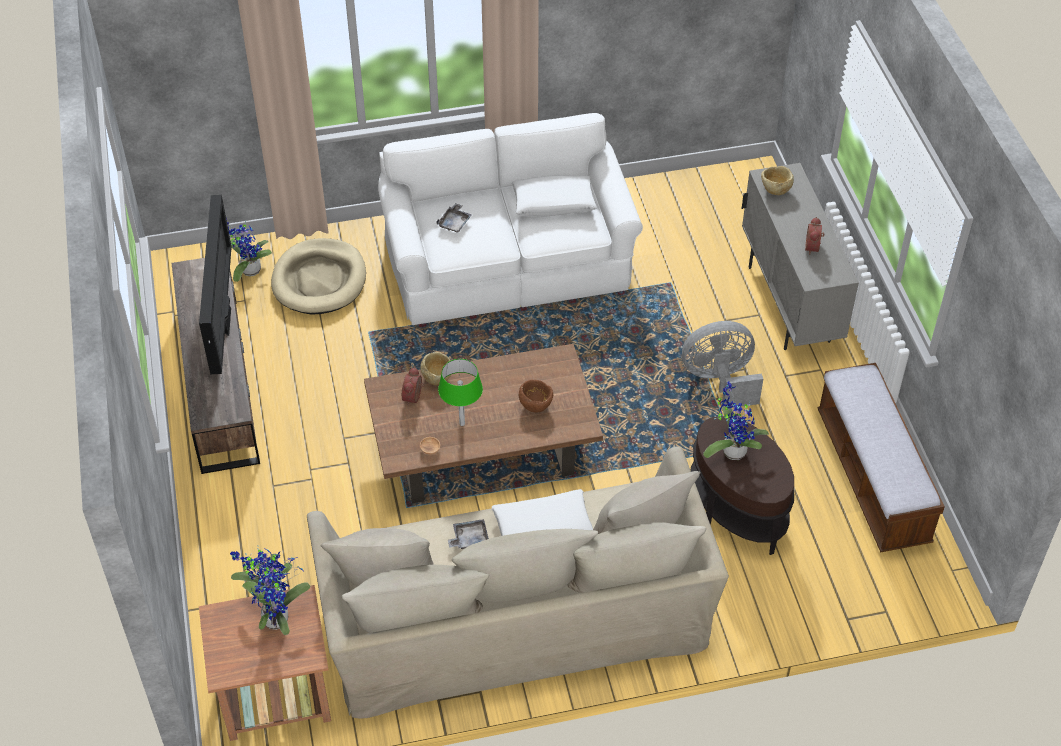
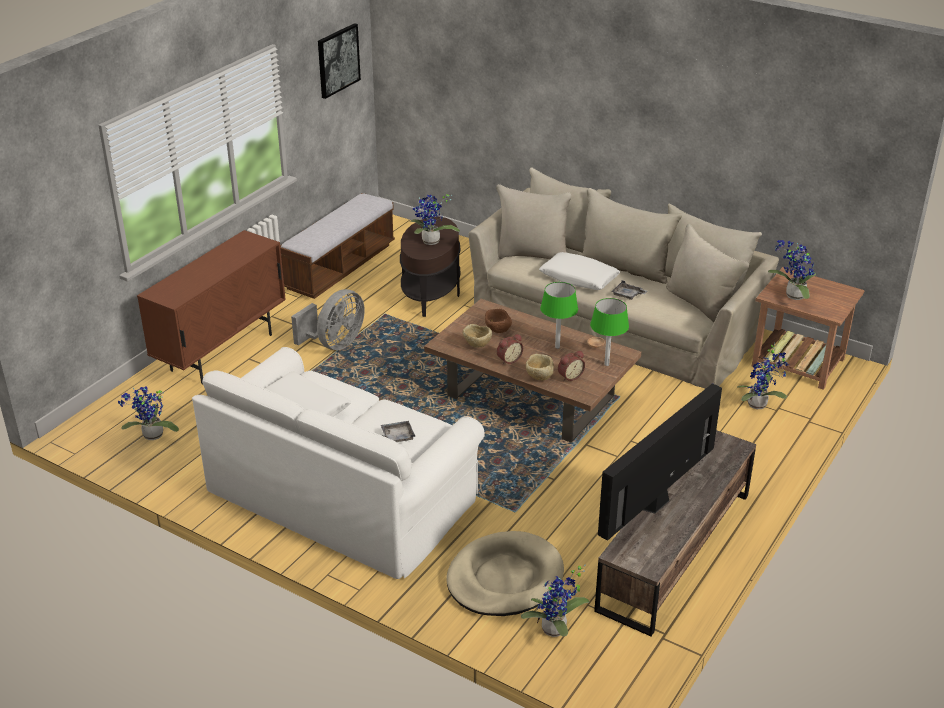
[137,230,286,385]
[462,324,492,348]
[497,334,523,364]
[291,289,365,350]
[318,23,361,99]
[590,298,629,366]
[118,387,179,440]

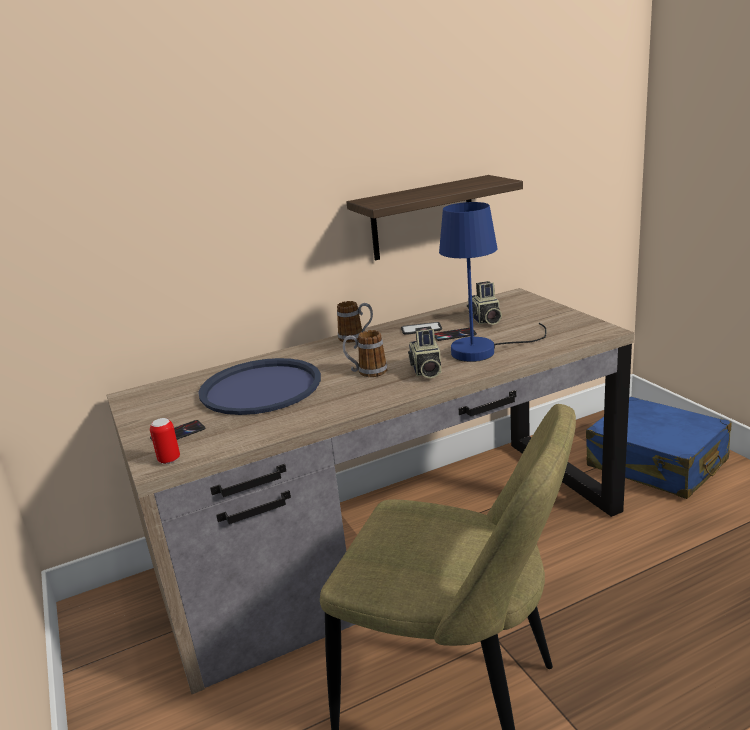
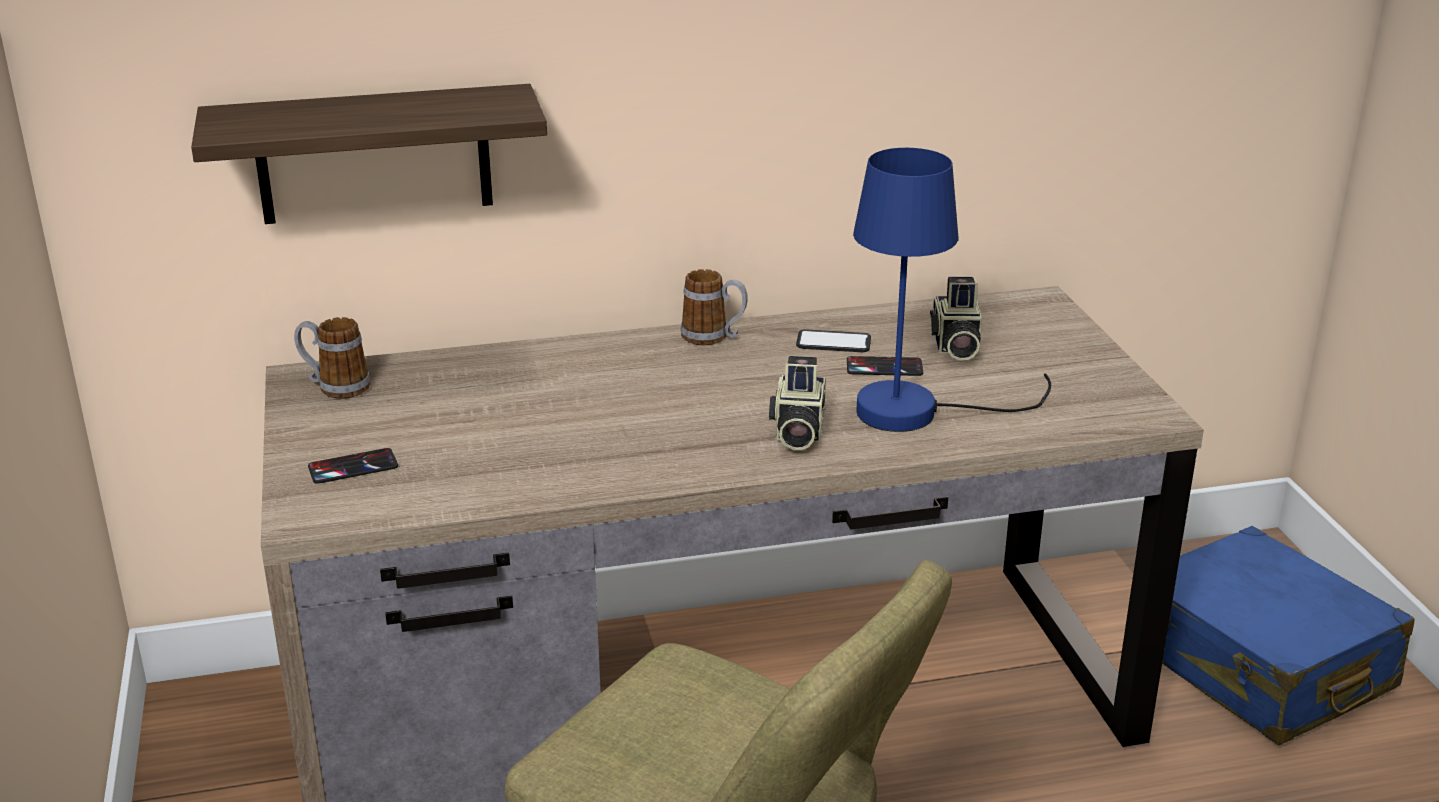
[191,84,547,224]
[294,317,370,399]
[198,358,321,415] (first image)
[150,418,180,464] (first image)

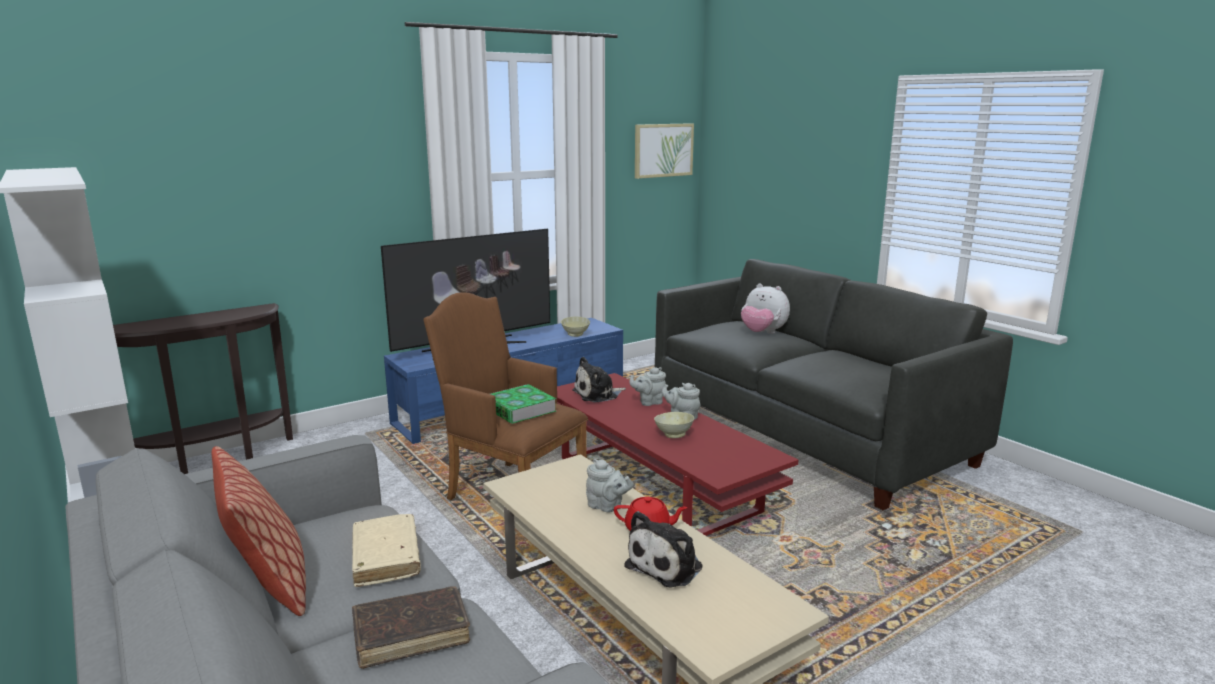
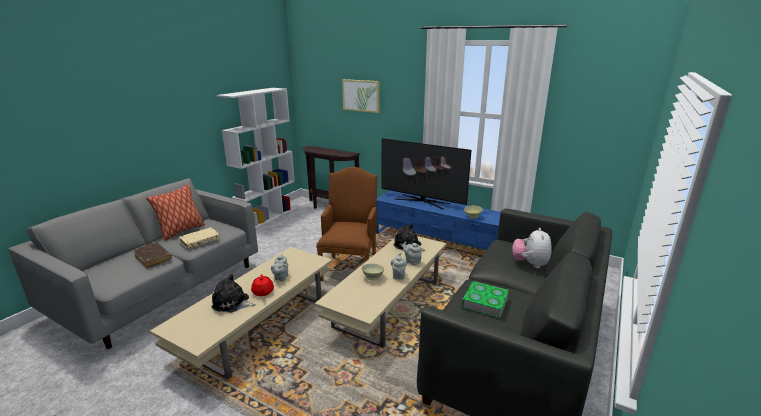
[342,79,380,113]
[315,236,446,348]
[462,281,509,318]

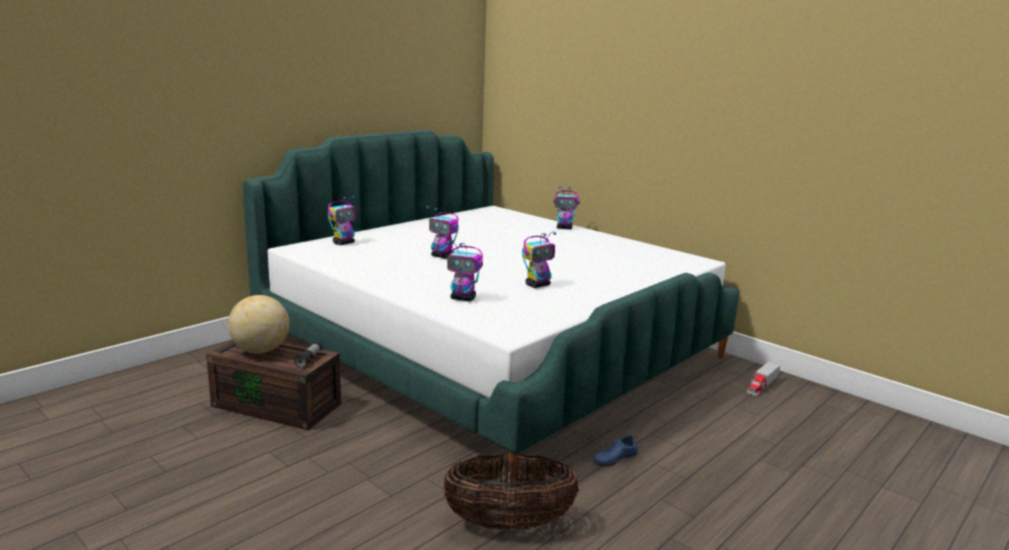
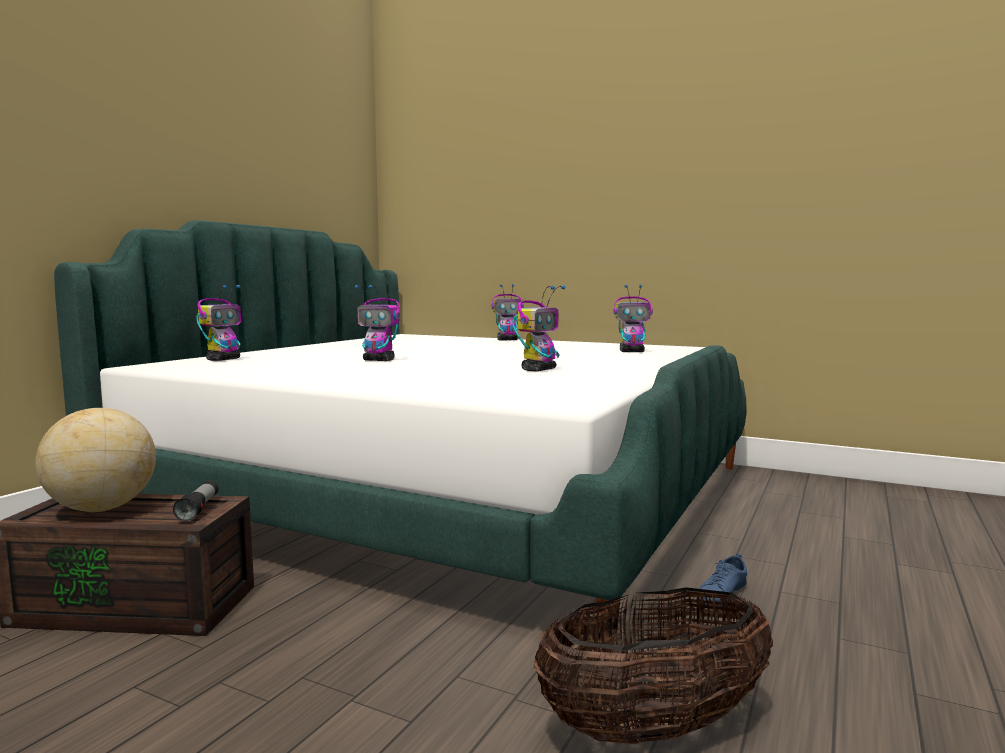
[613,285,653,352]
[747,362,780,396] (first image)

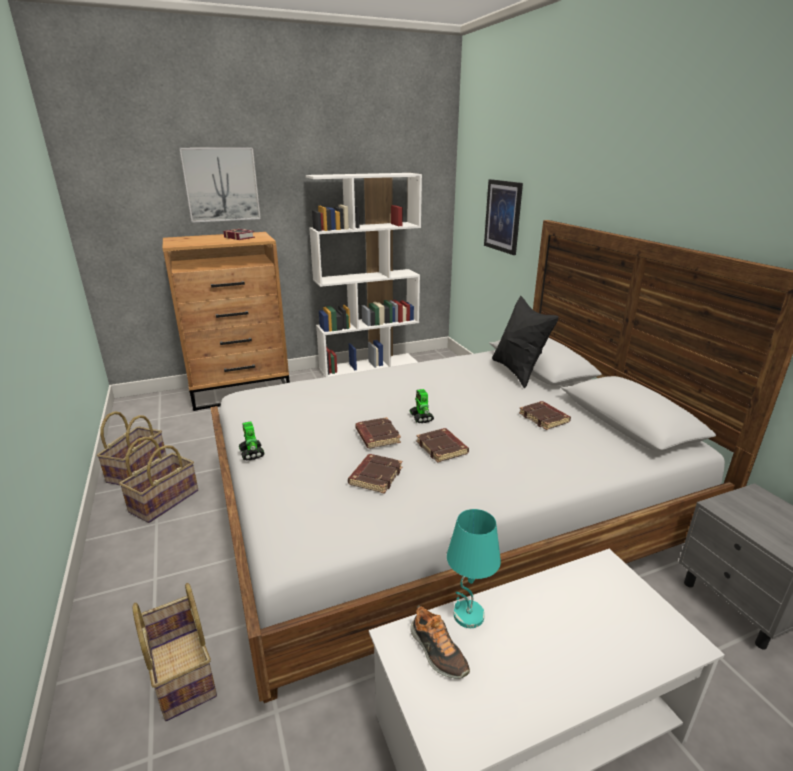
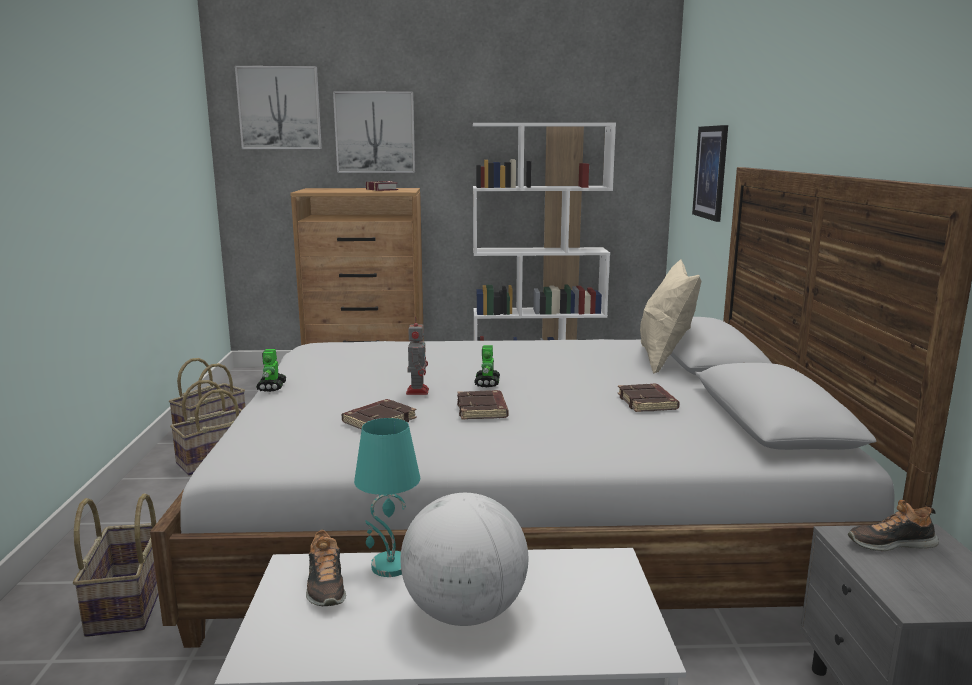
[640,259,702,374]
[406,316,429,395]
[235,66,322,149]
[400,493,528,626]
[848,500,939,551]

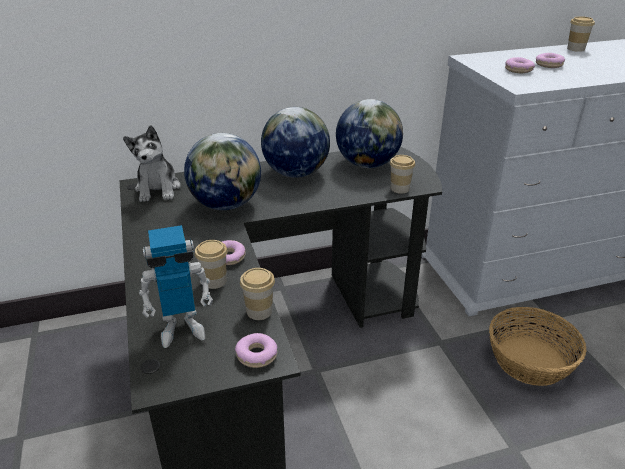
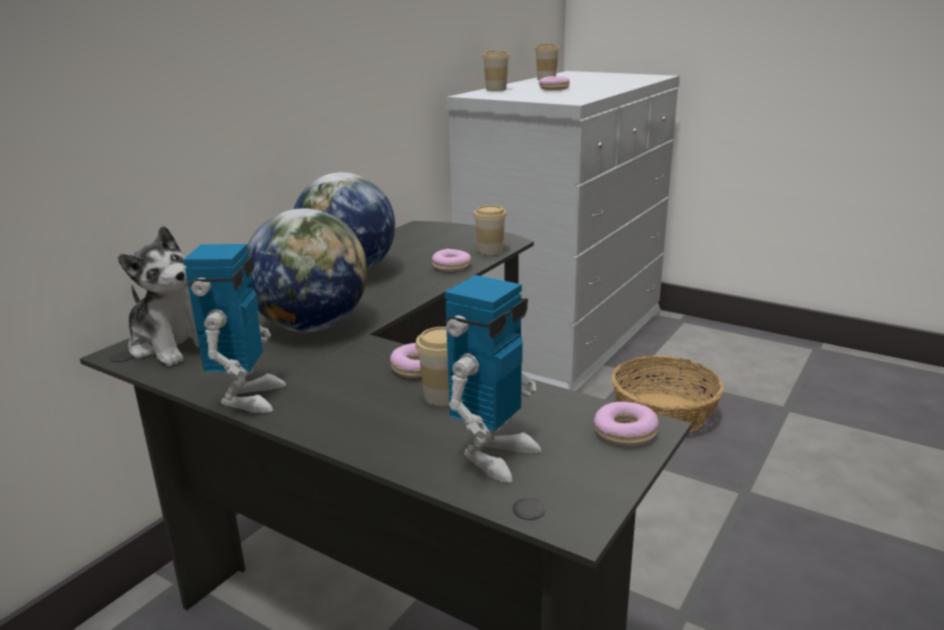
[432,249,471,272]
[336,99,403,168] (first image)
[482,51,510,91]
[183,244,286,413]

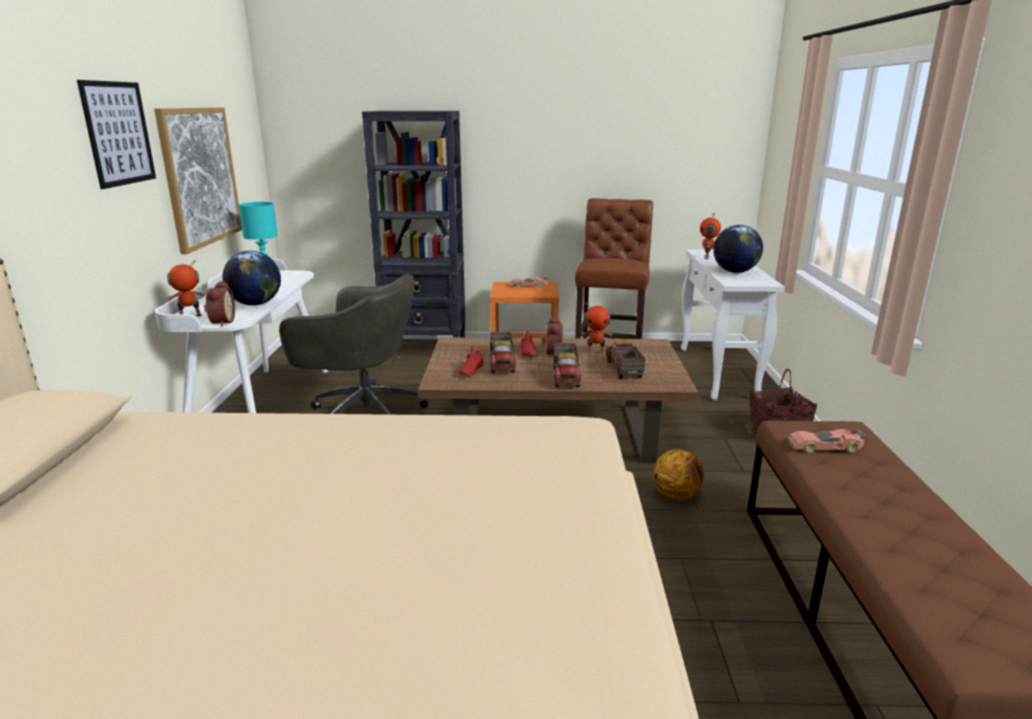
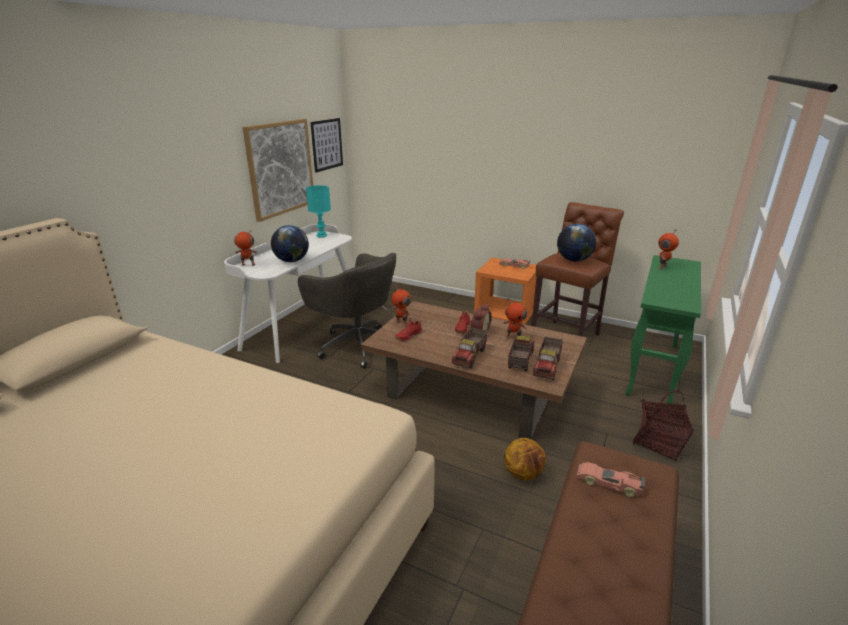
[310,118,343,173]
[362,111,465,337] (first image)
[557,224,596,262]
[625,255,701,406]
[204,281,235,327] (first image)
[533,337,563,380]
[392,285,411,327]

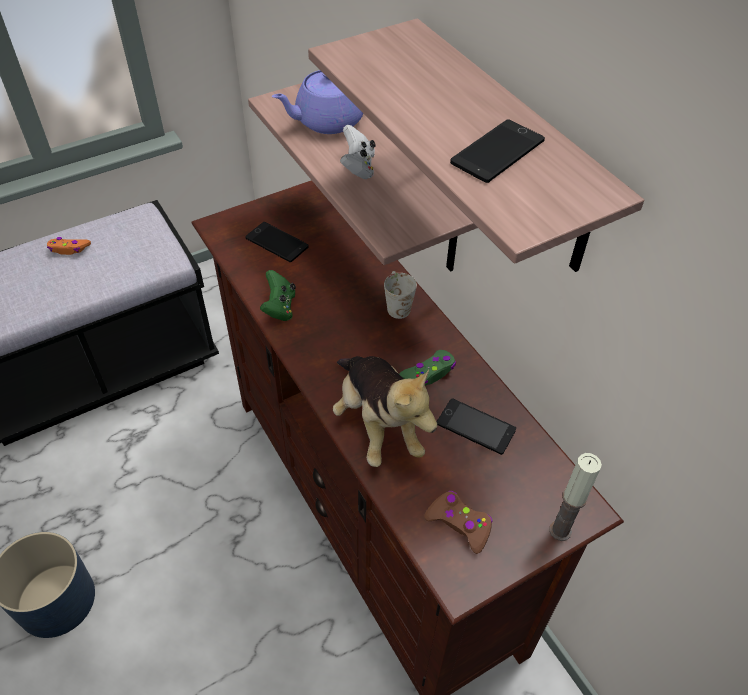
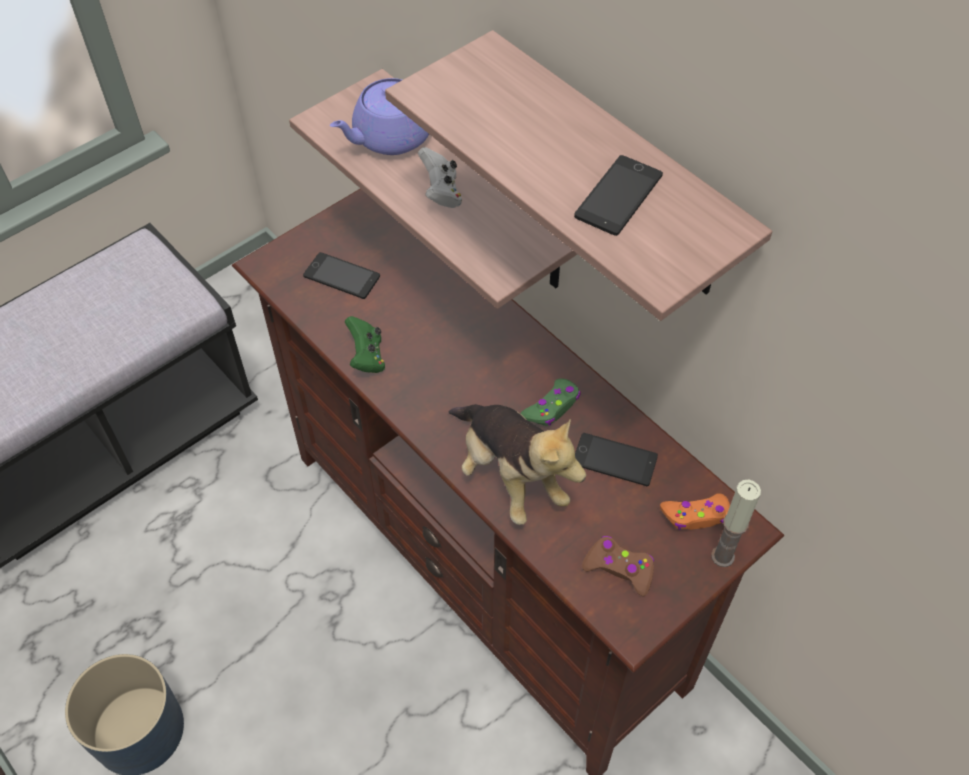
[660,493,730,530]
[384,271,417,319] (first image)

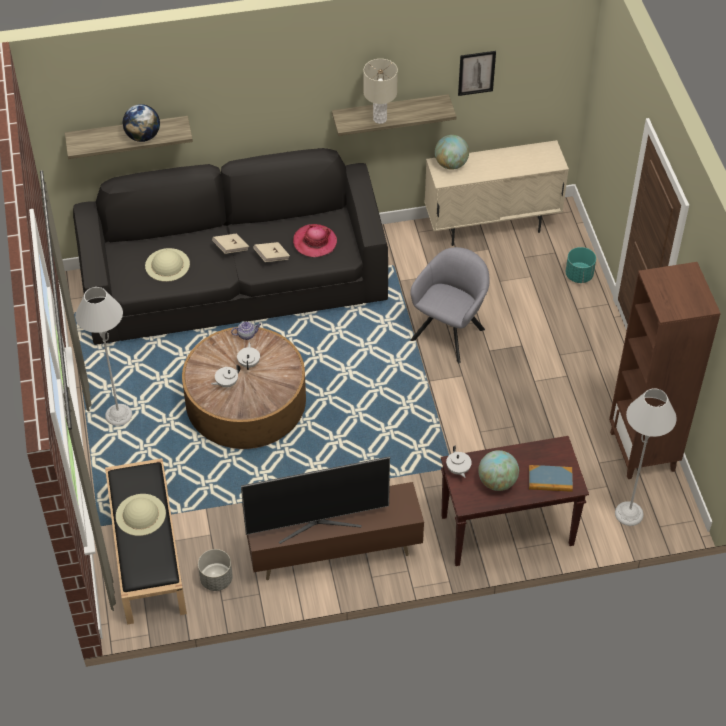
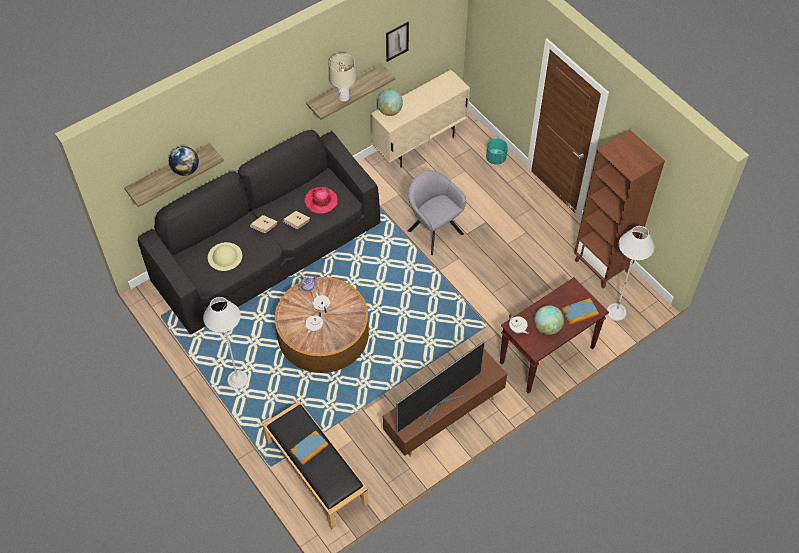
[407,170,466,255]
[291,430,328,465]
[198,549,233,591] (first image)

